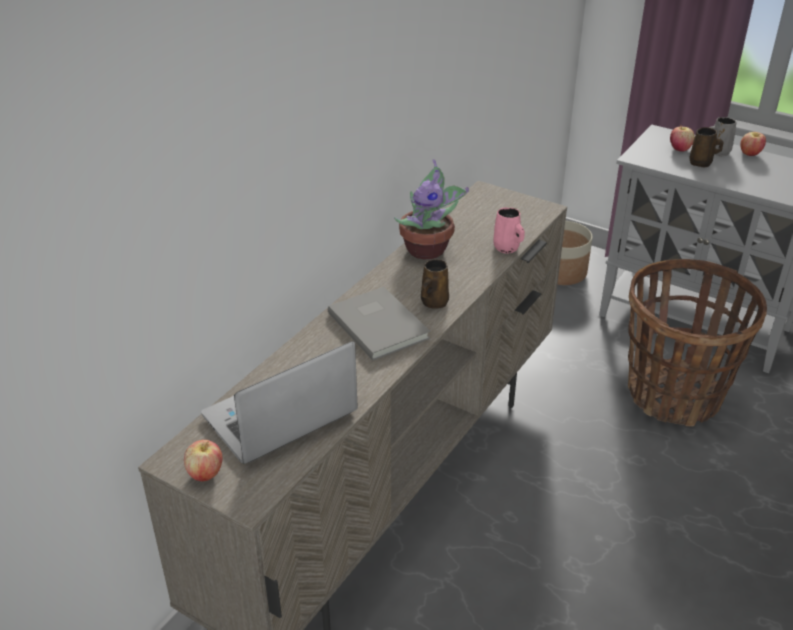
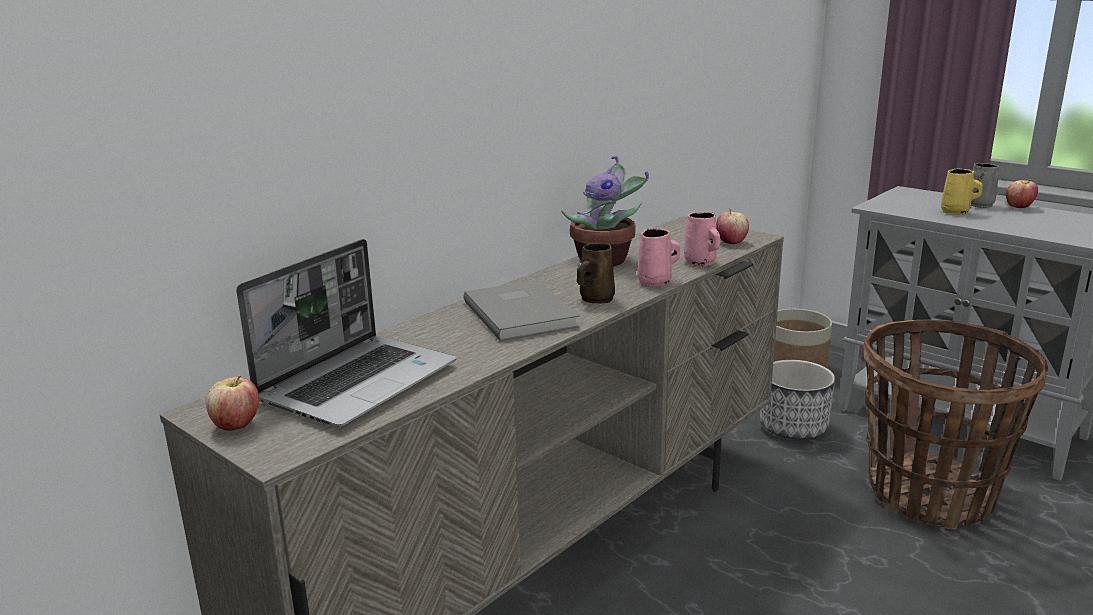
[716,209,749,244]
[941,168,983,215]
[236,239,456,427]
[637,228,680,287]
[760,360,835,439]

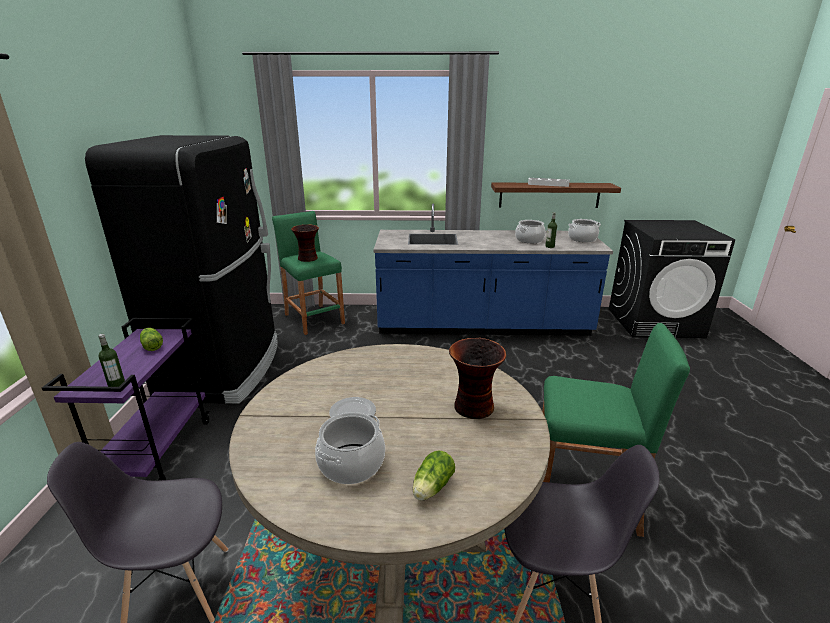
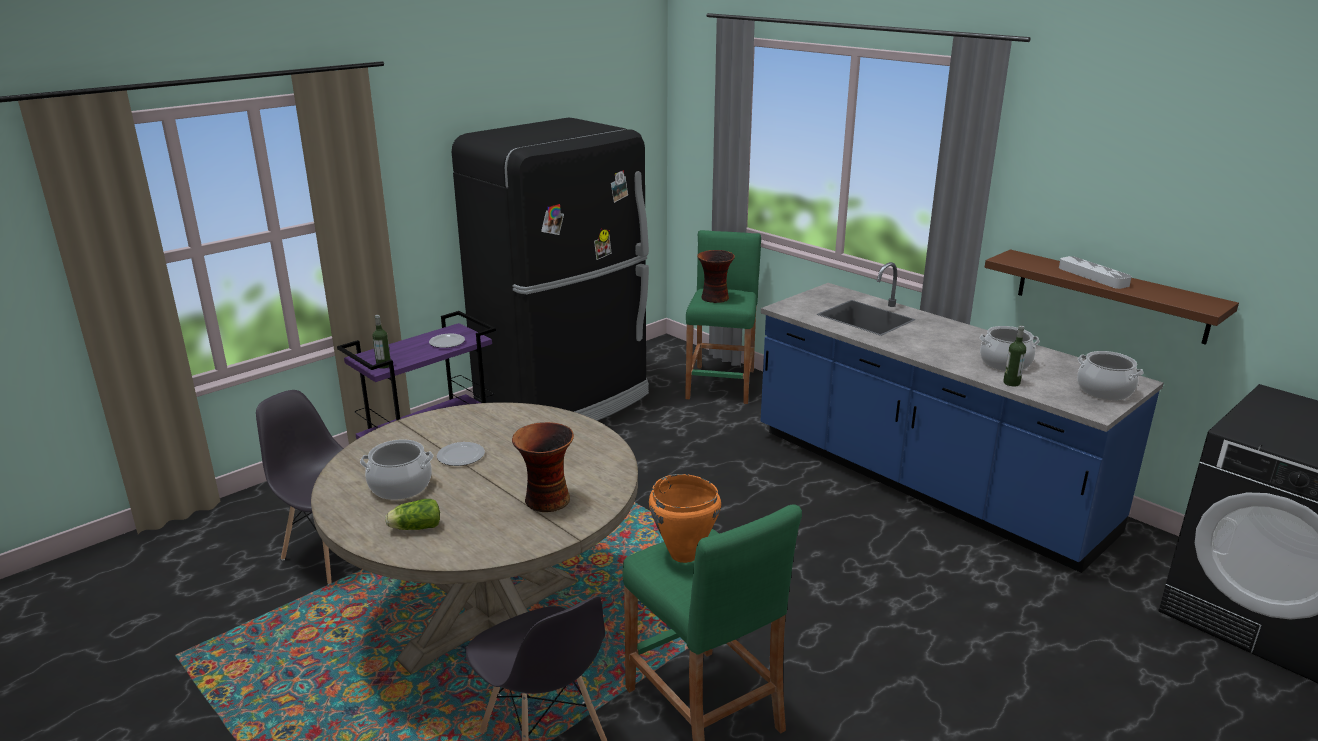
[429,334,465,348]
[649,474,721,563]

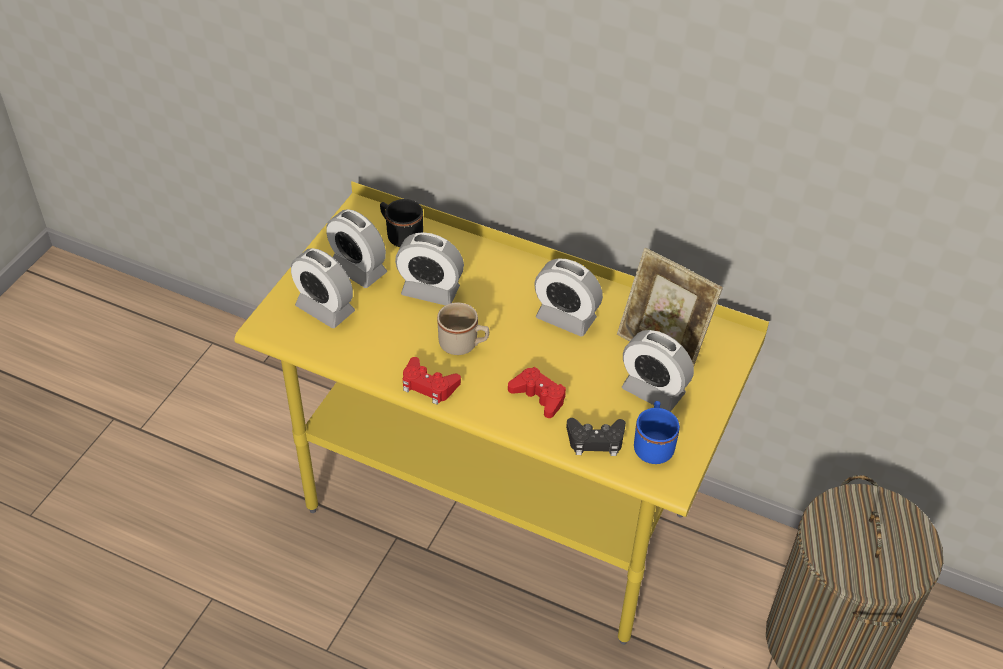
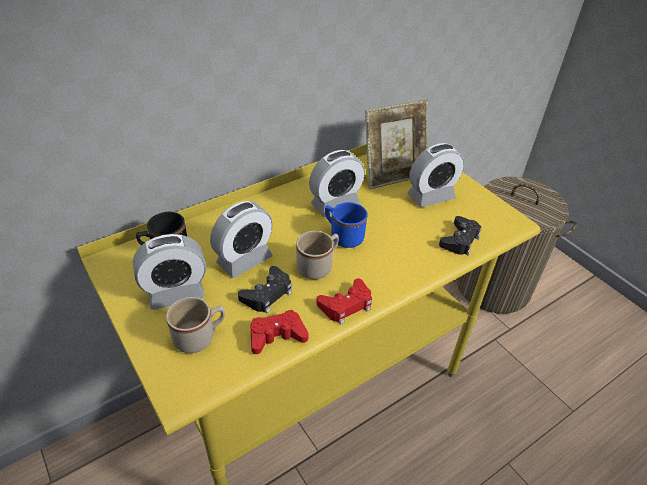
[166,297,225,353]
[250,310,308,354]
[325,202,368,248]
[238,266,292,313]

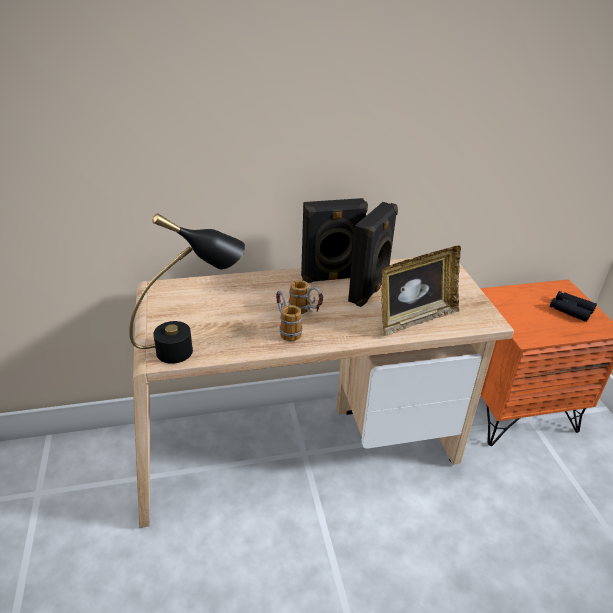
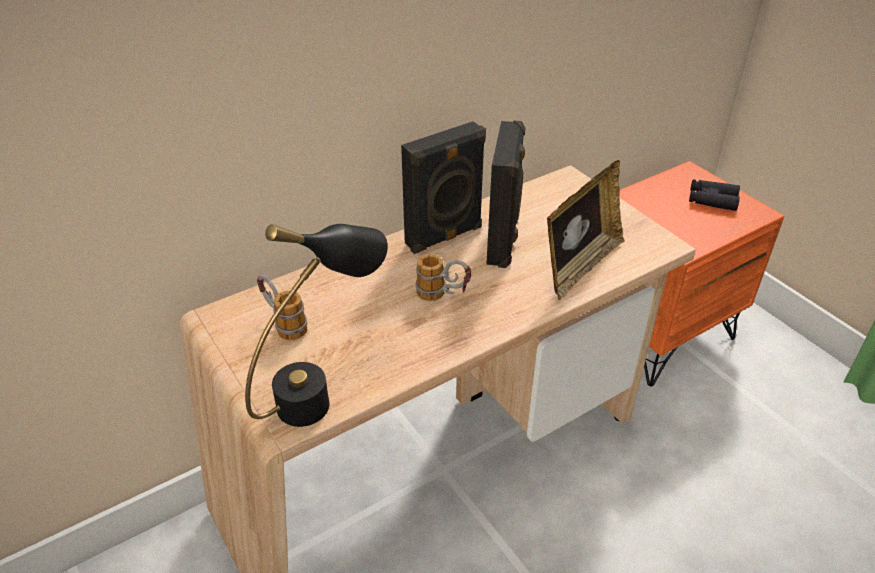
[257,275,307,340]

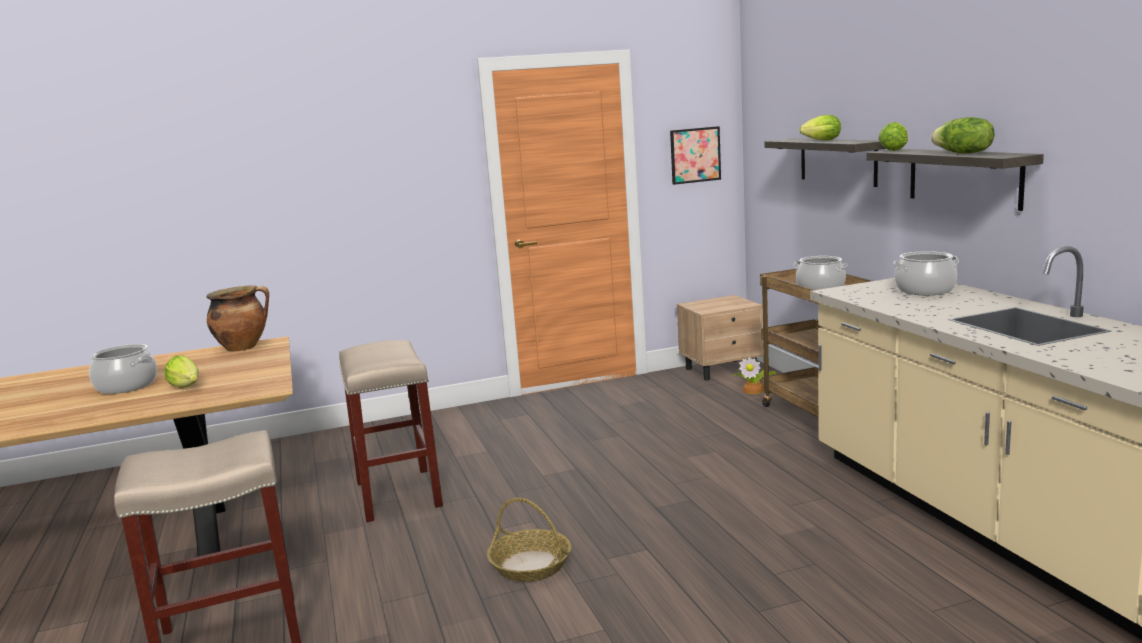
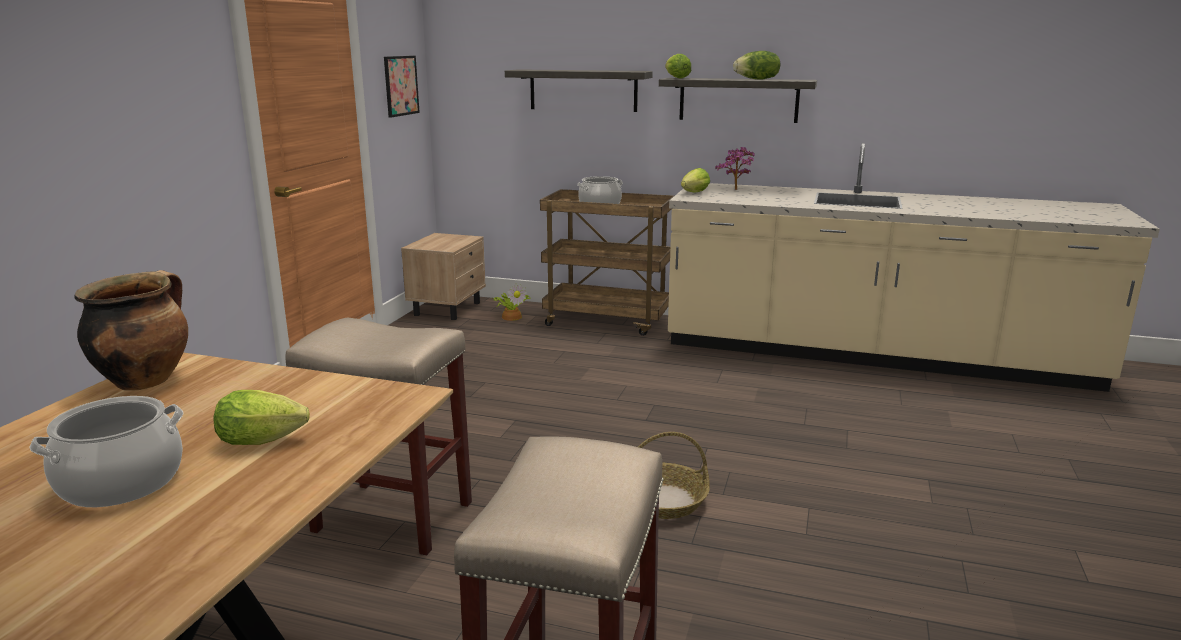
[681,168,710,192]
[715,147,755,190]

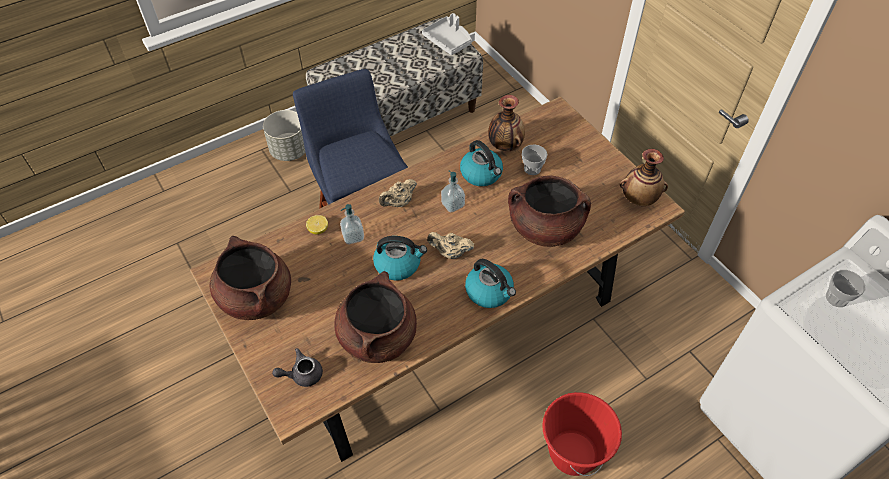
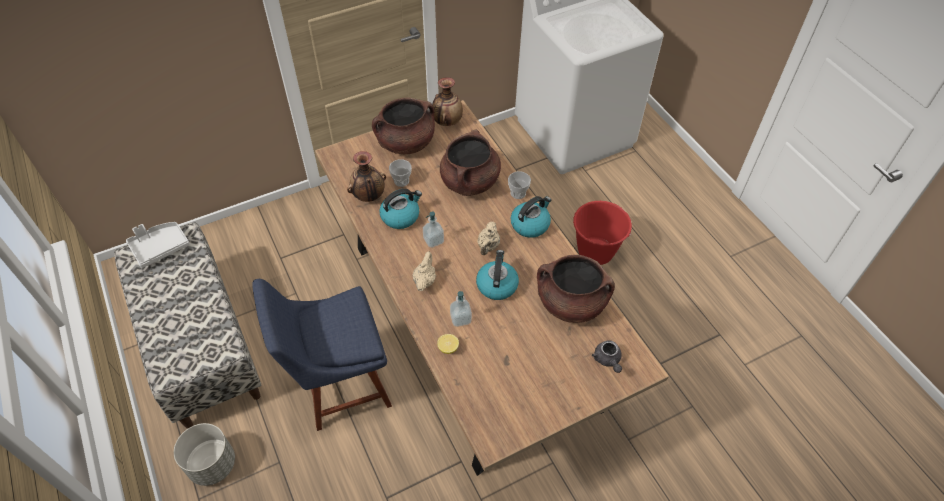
[412,252,436,291]
[372,98,435,154]
[508,171,531,199]

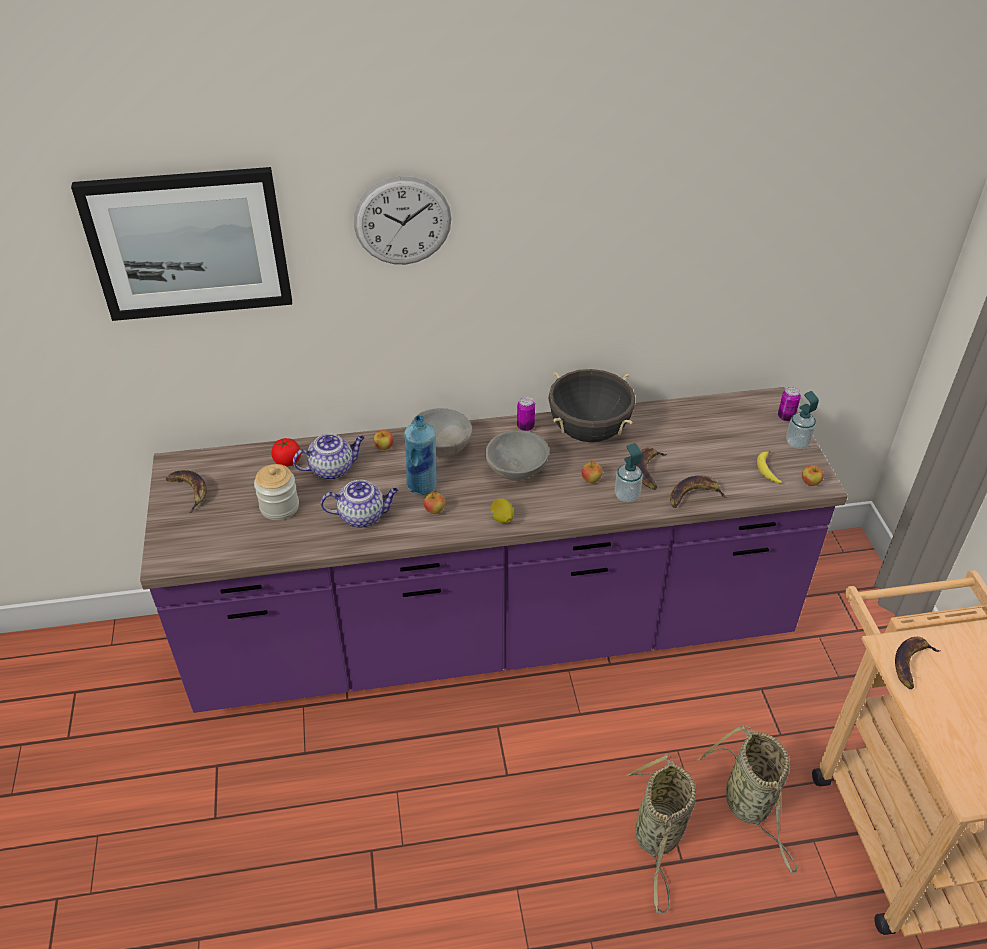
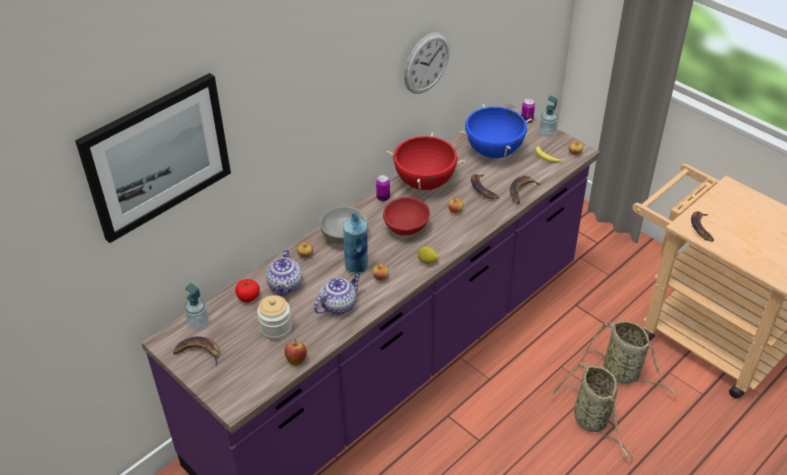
[404,32,450,94]
[386,132,465,190]
[383,197,430,236]
[266,249,302,297]
[185,283,209,330]
[460,104,532,158]
[284,339,307,366]

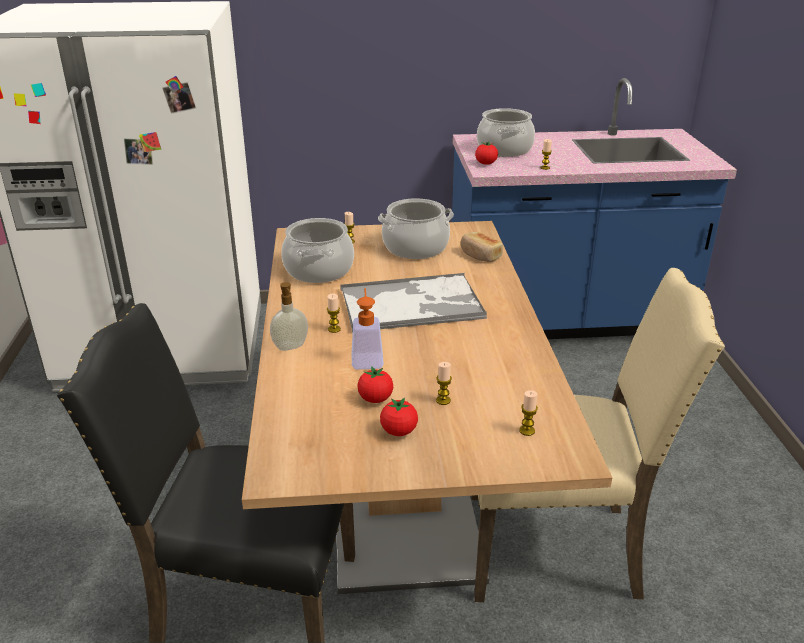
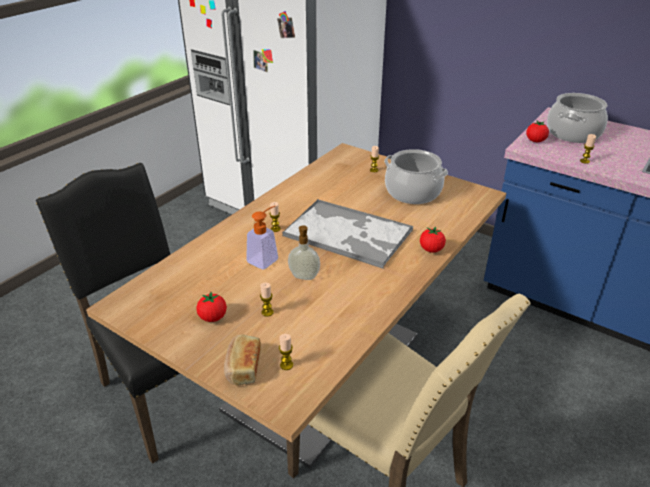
[282,218,354,283] (first image)
[224,334,261,385]
[288,225,320,280]
[420,226,446,253]

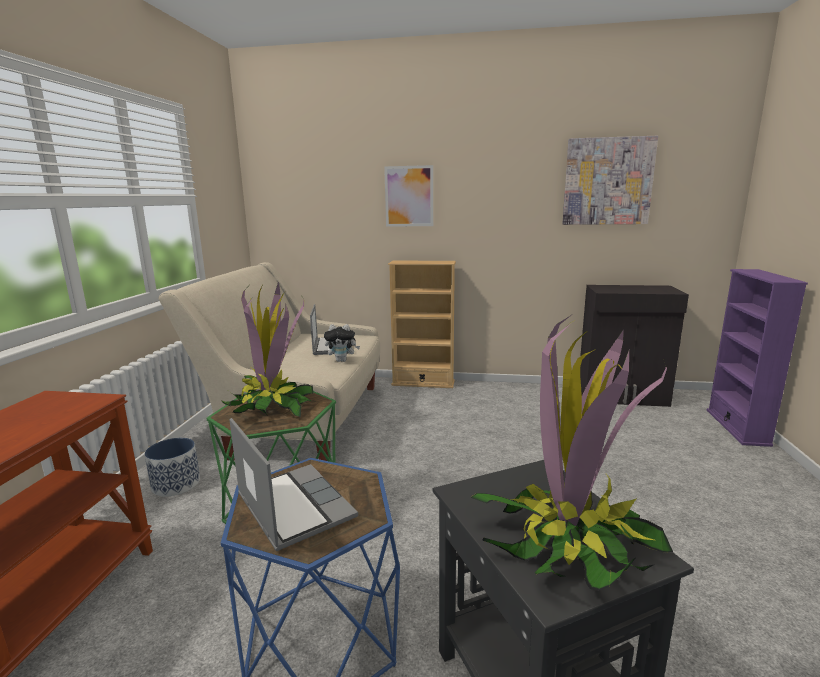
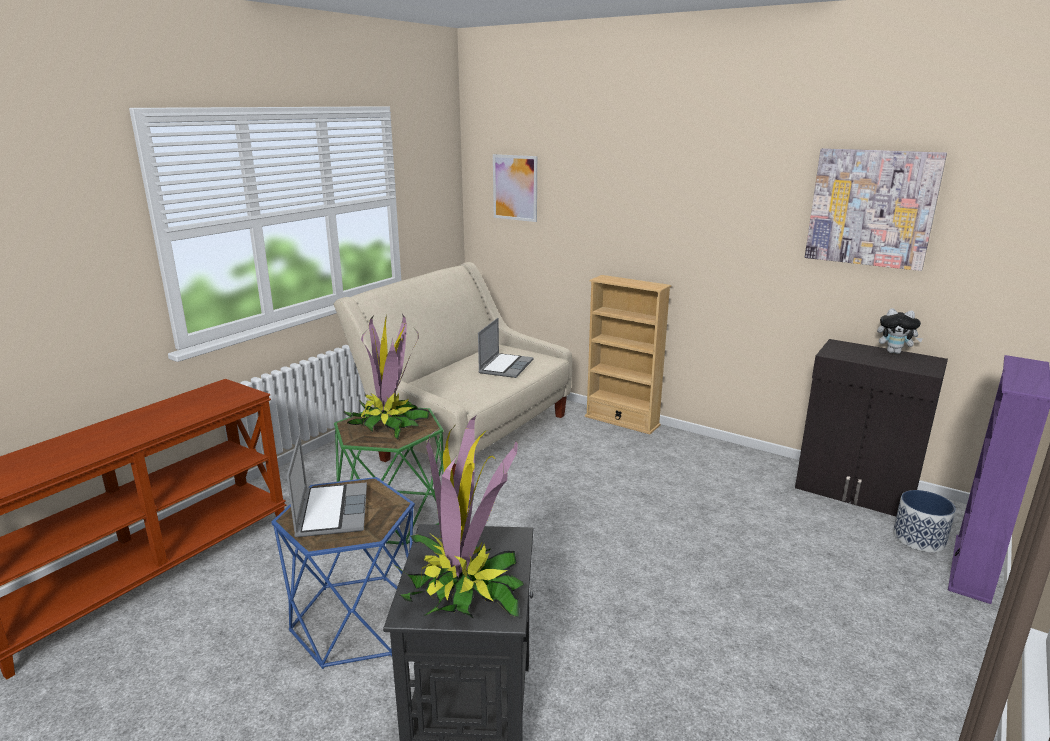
[493,154,537,222]
[877,308,923,354]
[893,490,956,552]

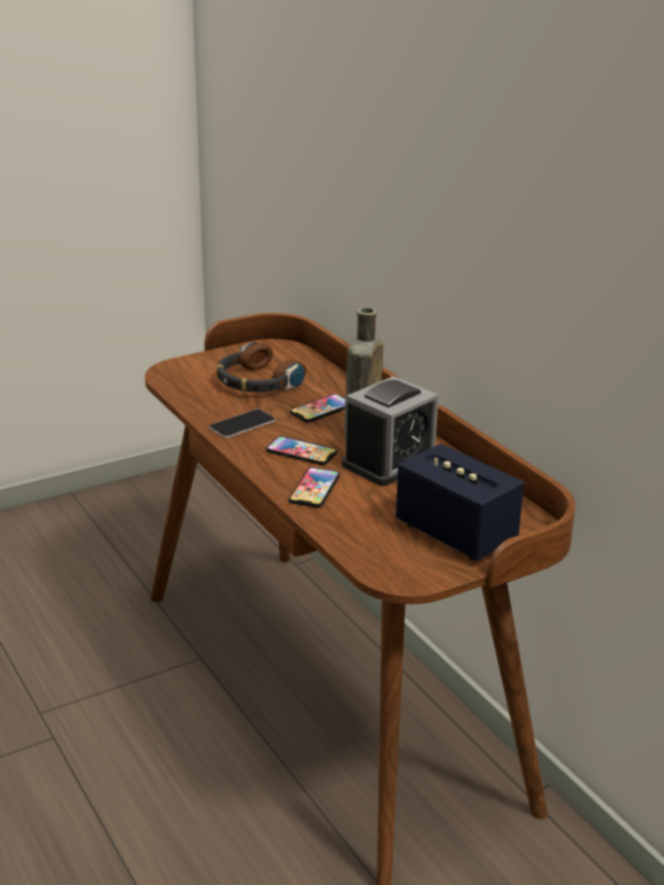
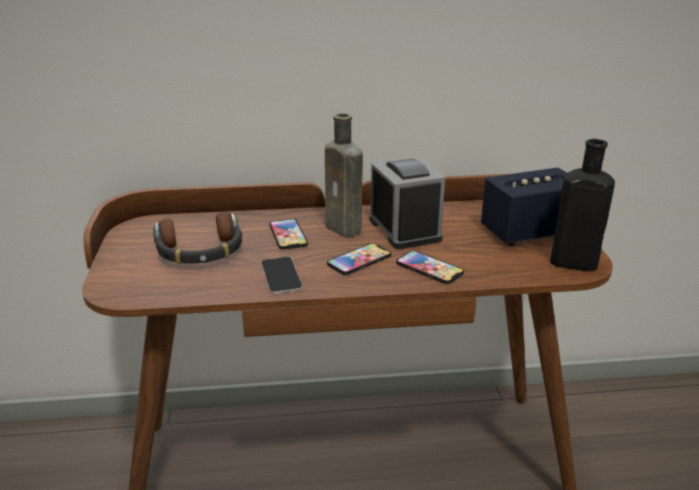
[550,139,615,271]

